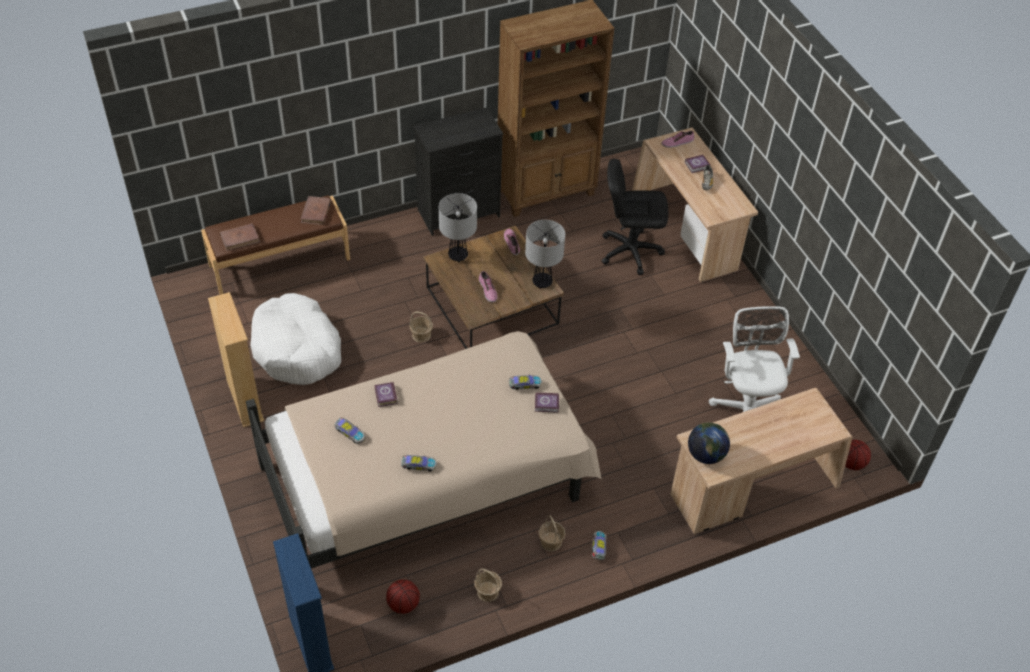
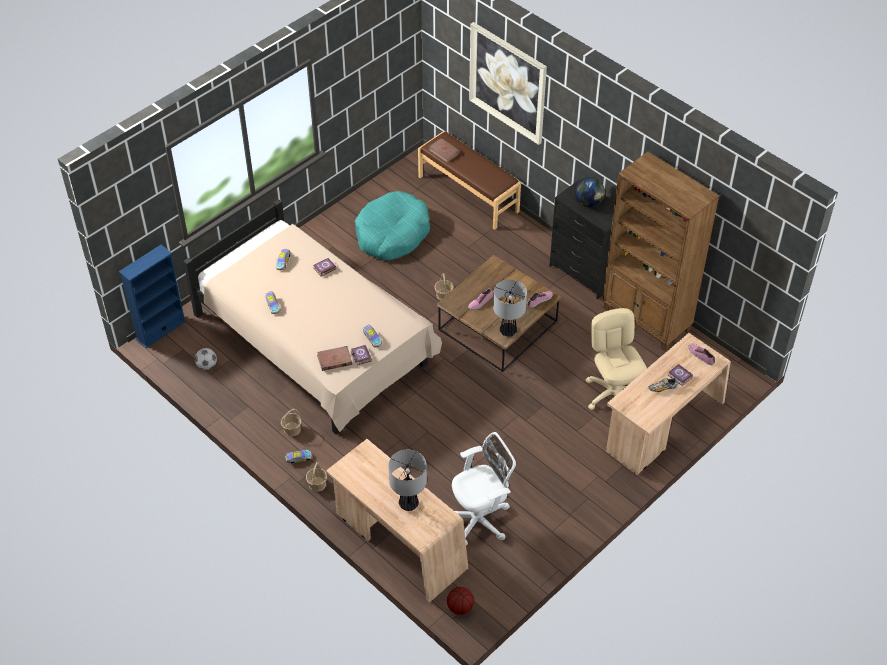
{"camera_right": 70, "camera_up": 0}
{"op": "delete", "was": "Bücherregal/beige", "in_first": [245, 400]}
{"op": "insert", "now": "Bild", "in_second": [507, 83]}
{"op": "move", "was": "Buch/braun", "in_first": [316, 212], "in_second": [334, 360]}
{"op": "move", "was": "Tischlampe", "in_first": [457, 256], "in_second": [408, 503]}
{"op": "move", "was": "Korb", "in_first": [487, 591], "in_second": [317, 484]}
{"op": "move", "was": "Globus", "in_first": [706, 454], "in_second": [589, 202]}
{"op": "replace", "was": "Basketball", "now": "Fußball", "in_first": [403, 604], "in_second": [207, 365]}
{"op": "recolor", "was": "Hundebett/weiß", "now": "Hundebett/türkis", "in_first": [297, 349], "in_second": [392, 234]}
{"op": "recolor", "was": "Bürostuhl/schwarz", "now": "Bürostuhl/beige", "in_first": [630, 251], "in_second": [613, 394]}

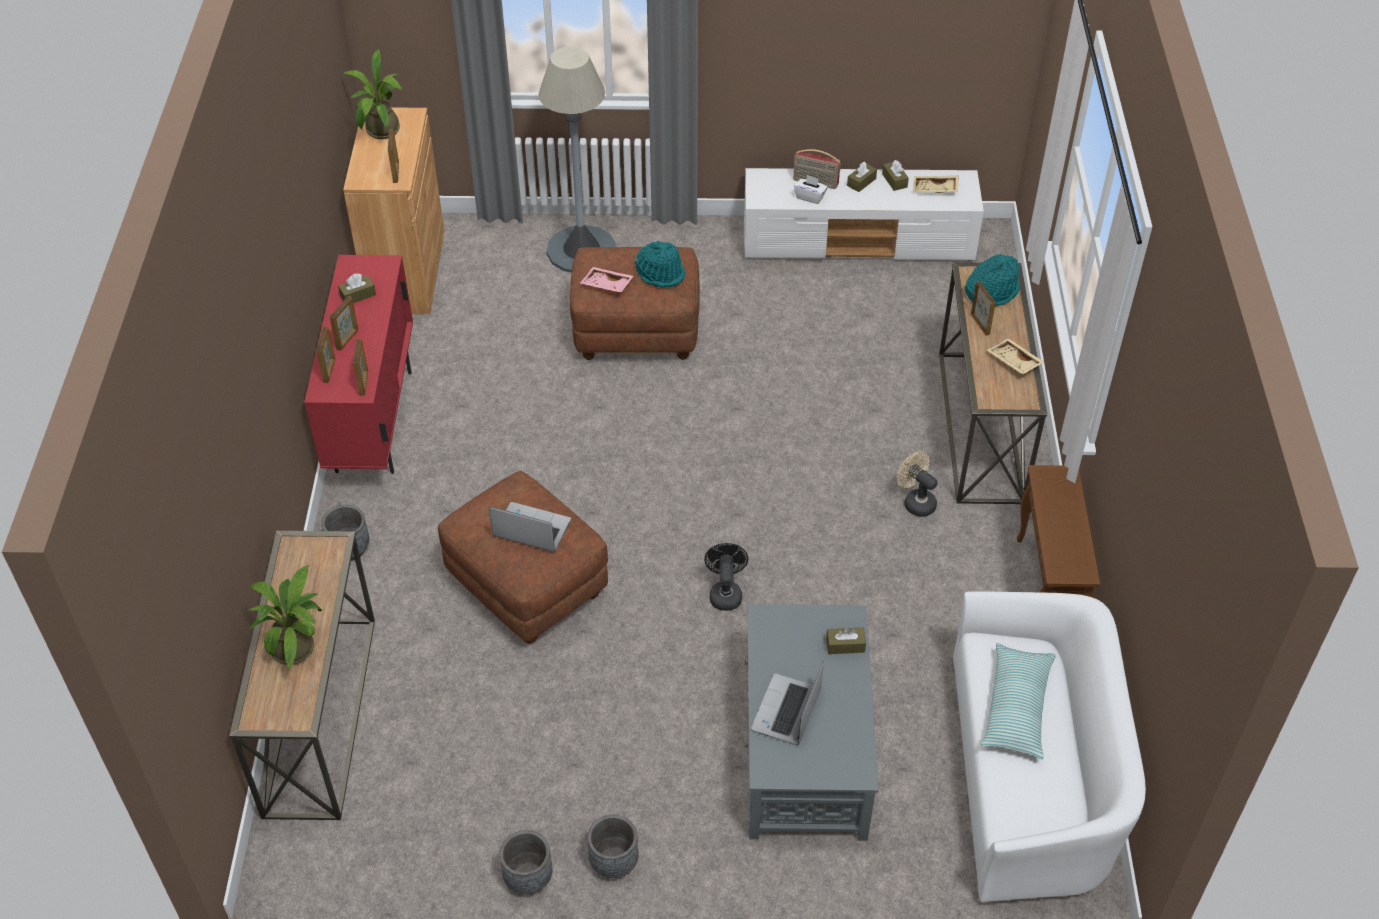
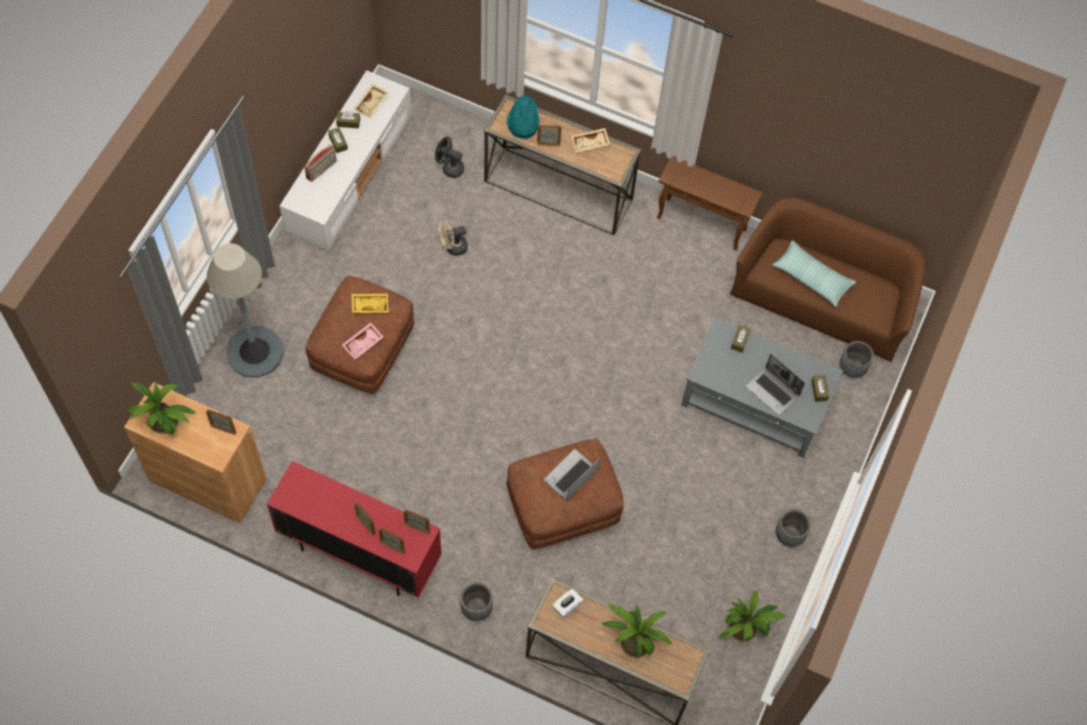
{"camera_right": -70, "camera_up": 15}
{"op": "insert", "now": "Topfpflanze", "in_second": [746, 630]}
{"op": "move", "was": "Taschentuchbox/braun", "in_first": [358, 295], "in_second": [819, 390]}
{"op": "move", "was": "Pflanzkübel/grau", "in_first": [528, 878], "in_second": [852, 368]}
{"op": "move", "was": "Ventilator/schwarz", "in_first": [725, 593], "in_second": [449, 168]}
{"op": "move", "was": "Taschentuchbox/weiß", "in_first": [810, 197], "in_second": [567, 606]}
{"op": "move", "was": "Ventilator/beige", "in_first": [915, 502], "in_second": [453, 247]}
{"op": "replace", "was": "Hut/türkis", "now": "Tablett/gelb", "in_first": [661, 273], "in_second": [370, 305]}
{"op": "recolor", "was": "Sofa/weiß", "now": "Sofa/braun", "in_first": [1031, 777], "in_second": [823, 298]}

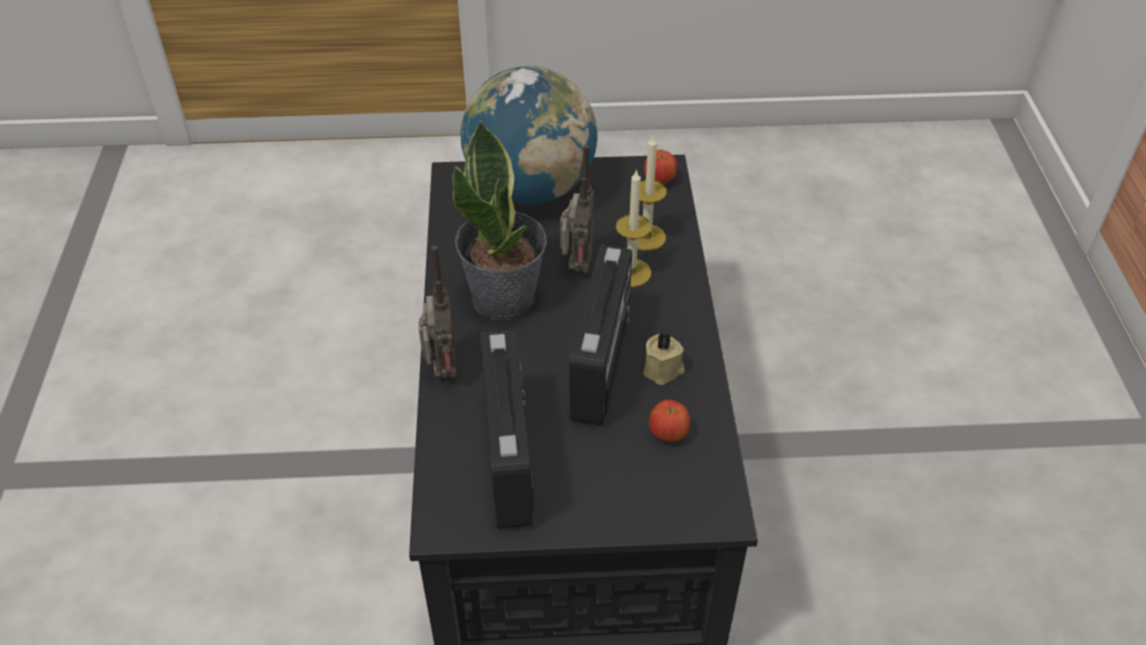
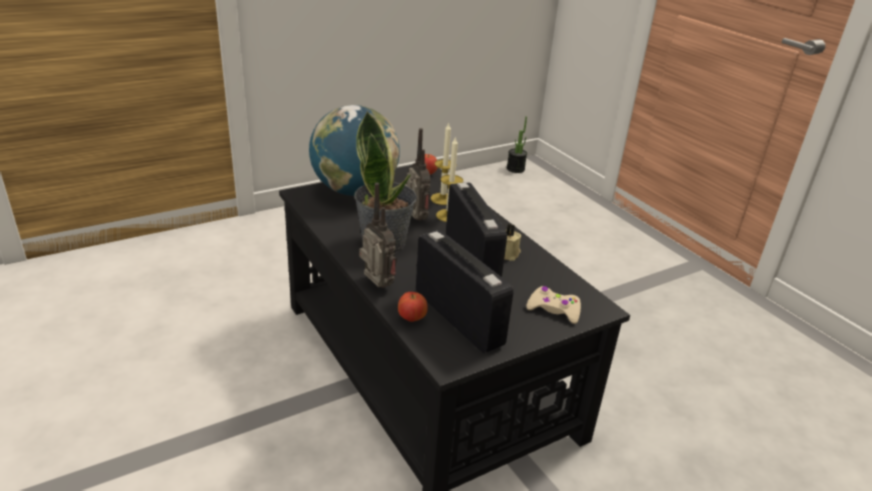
{"camera_right": -30, "camera_up": -15}
{"op": "insert", "now": "Topfpflanze", "in_second": [515, 169]}
{"op": "insert", "now": "Gamepad/beige", "in_second": [554, 310]}
{"op": "move", "was": "Apfel", "in_first": [668, 434], "in_second": [412, 318]}

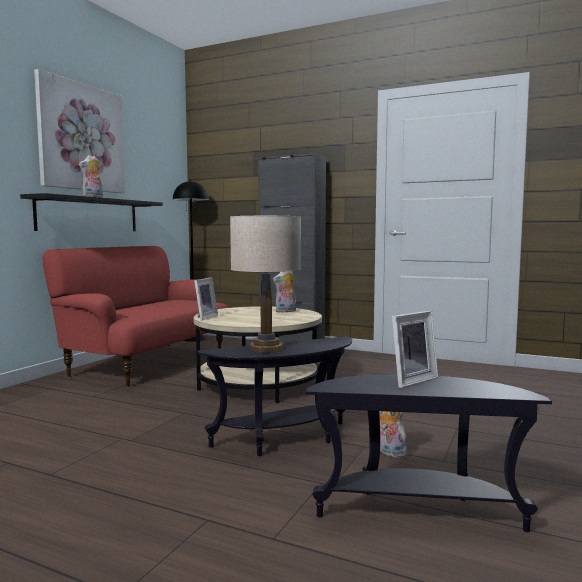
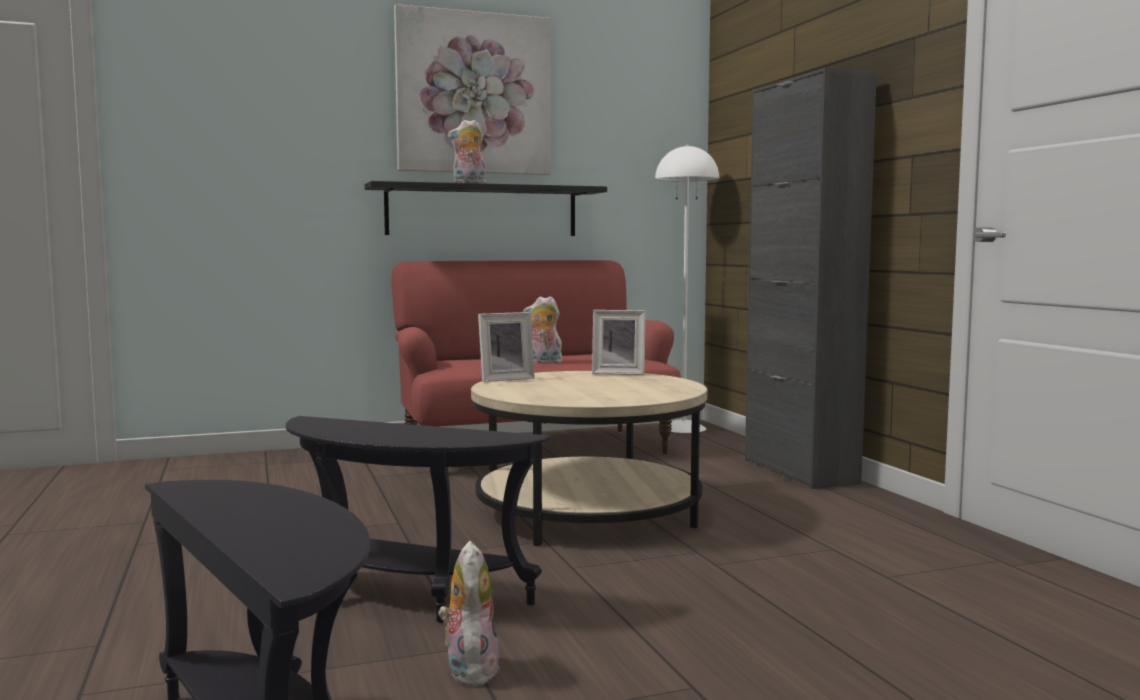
{"camera_right": 45, "camera_up": 0}
{"op": "delete", "was": "Tischlampe/beige", "in_first": [266, 348]}
{"op": "move", "was": "Plüschtier", "in_first": [285, 311], "in_second": [543, 362]}
{"op": "move", "was": "Bilderrahmen", "in_first": [410, 380], "in_second": [618, 373]}
{"op": "recolor", "was": "Stehlampe/schwarz", "now": "Stehlampe/weiß", "in_first": [193, 338], "in_second": [683, 428]}

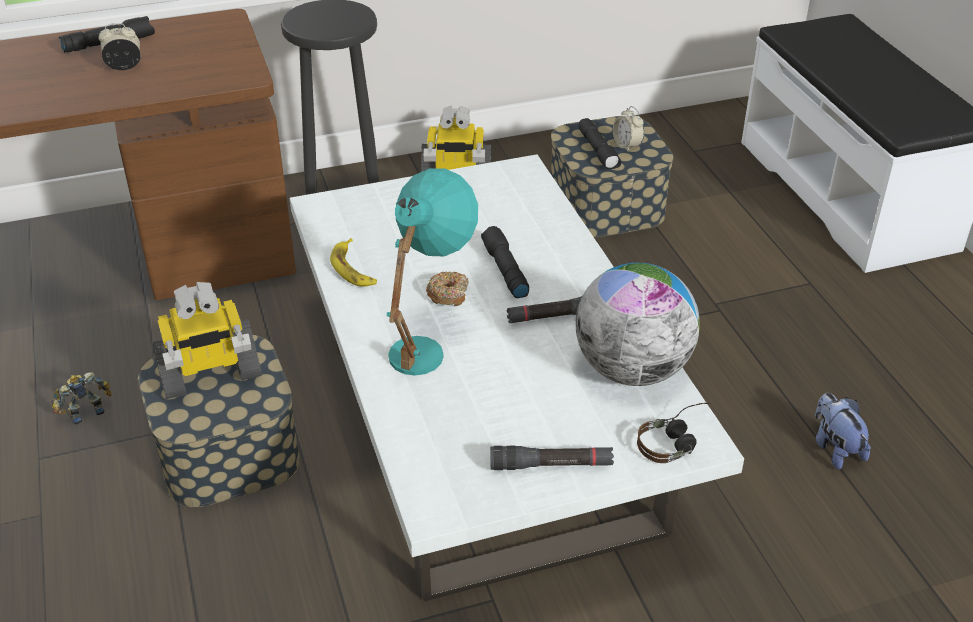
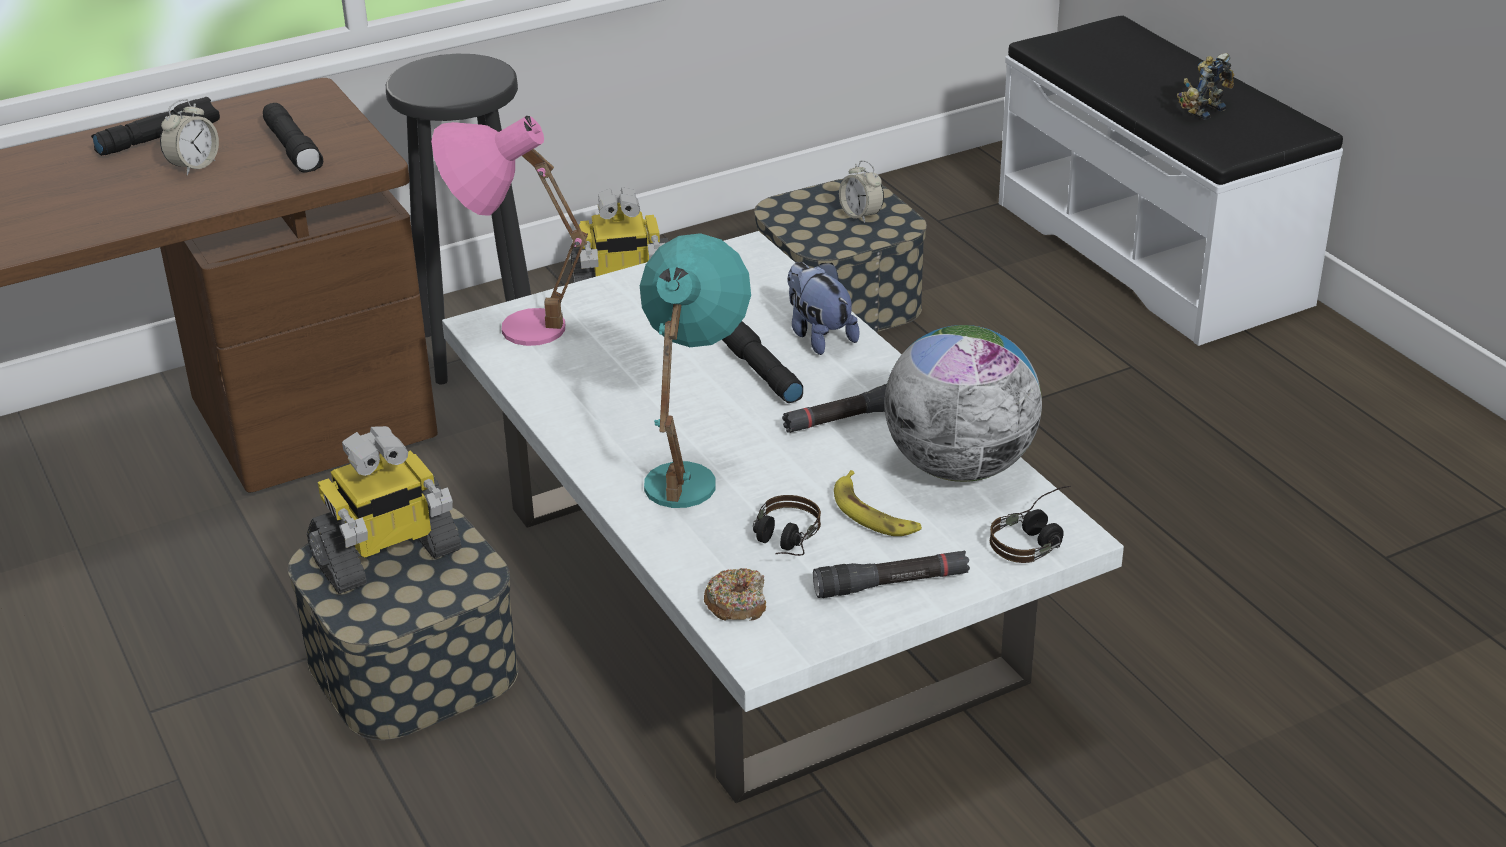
{"camera_right": -10, "camera_up": -5}
{"op": "insert", "now": "Tischlampe/rosa", "in_second": [511, 325]}
{"op": "insert", "now": "Kopfhörer", "in_second": [782, 544]}
{"op": "move", "was": "Spielzeugroboter", "in_first": [85, 411], "in_second": [1203, 110]}
{"op": "move", "was": "Banane", "in_first": [353, 269], "in_second": [873, 513]}
{"op": "move", "was": "Donut", "in_first": [448, 294], "in_second": [737, 604]}
{"op": "move", "was": "Taschenlampe/schwarz", "in_first": [598, 151], "in_second": [294, 149]}
{"op": "move", "was": "Plüschtier", "in_first": [835, 448], "in_second": [818, 336]}
{"op": "rotate", "was": "Wecker", "in_first": [124, 67], "in_second": [194, 166], "clockwise": 150}

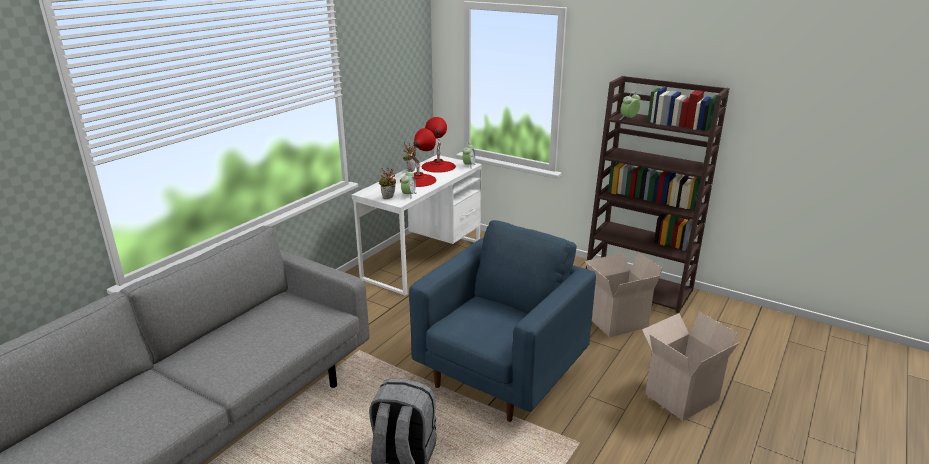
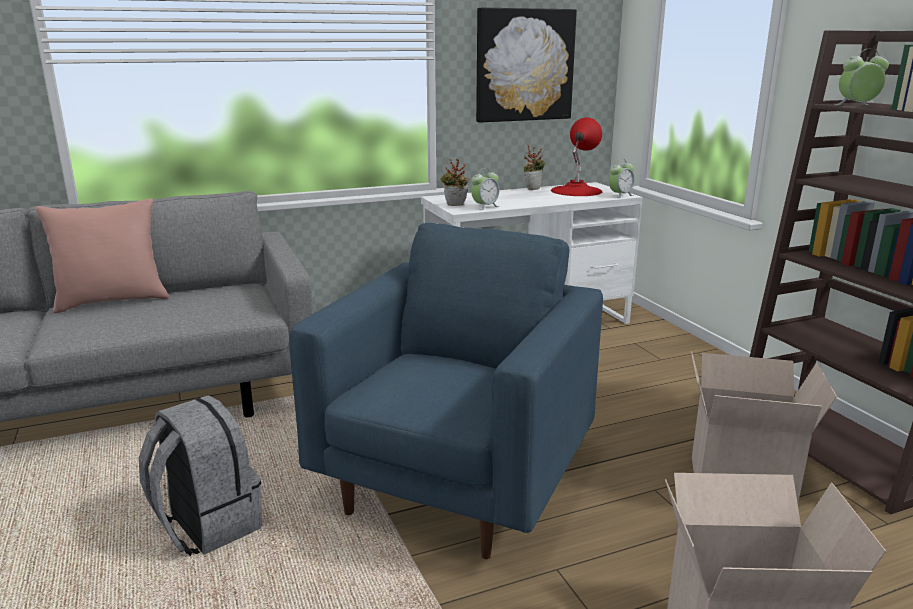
{"camera_right": 35, "camera_up": -5}
{"op": "delete", "was": "Tischlampe/rot", "in_first": [418, 180]}
{"op": "insert", "now": "Kissen/rosa", "in_second": [112, 301]}
{"op": "insert", "now": "Bild", "in_second": [524, 65]}
{"op": "rotate", "was": "Sessel/blau", "in_first": [500, 375], "in_second": [455, 484], "clockwise": -45}

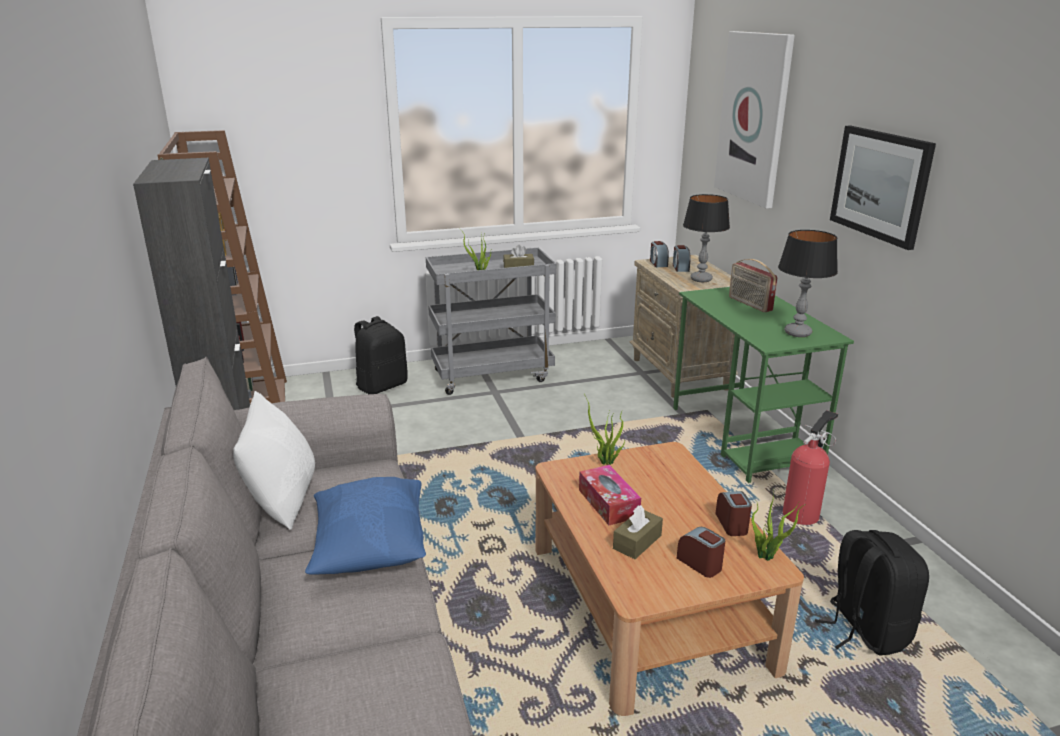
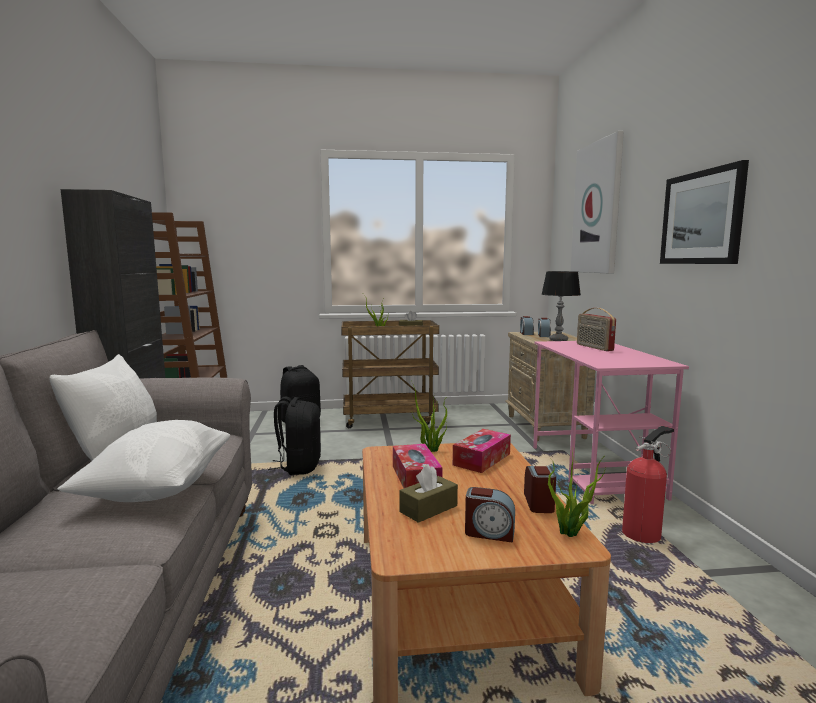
{"camera_right": 10, "camera_up": -15}
{"op": "delete", "was": "Tischlampe", "in_first": [797, 333]}
{"op": "insert", "now": "Taschentuchbox", "in_second": [482, 459]}
{"op": "move", "was": "Rucksack/schwarz", "in_first": [865, 629], "in_second": [299, 466]}
{"op": "recolor", "was": "Kissen/blau", "now": "Kissen/weiß", "in_first": [370, 549], "in_second": [157, 489]}
{"op": "recolor", "was": "Rollwagen/grau", "now": "Rollwagen/braun", "in_first": [493, 375], "in_second": [390, 419]}
{"op": "recolor", "was": "Schreibtisch/grün", "now": "Schreibtisch/rosa", "in_first": [744, 437], "in_second": [594, 471]}
{"op": "rotate", "was": "Wecker", "in_first": [700, 563], "in_second": [489, 532], "clockwise": 135}

